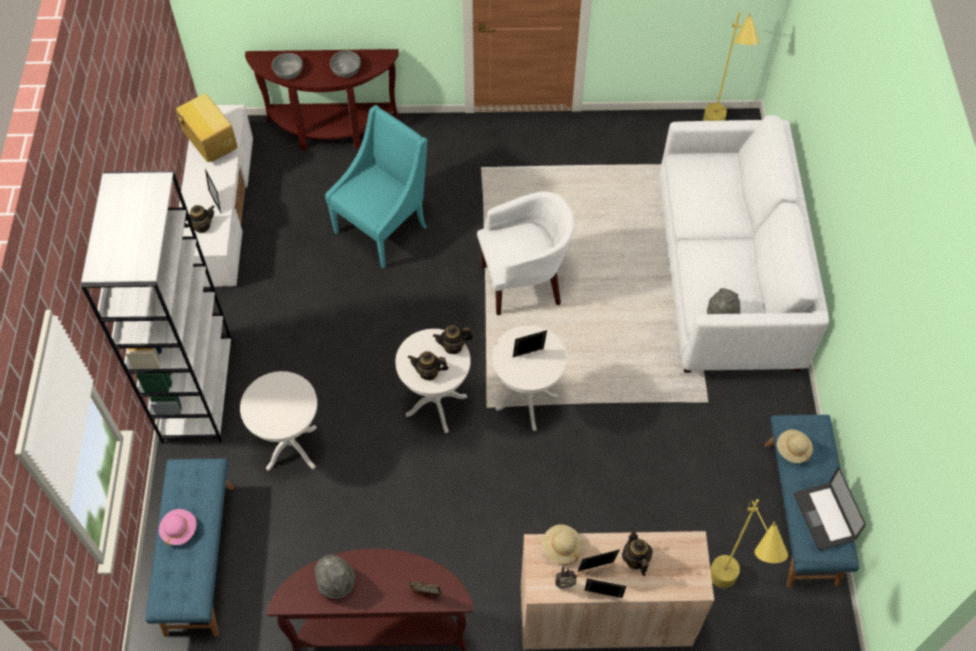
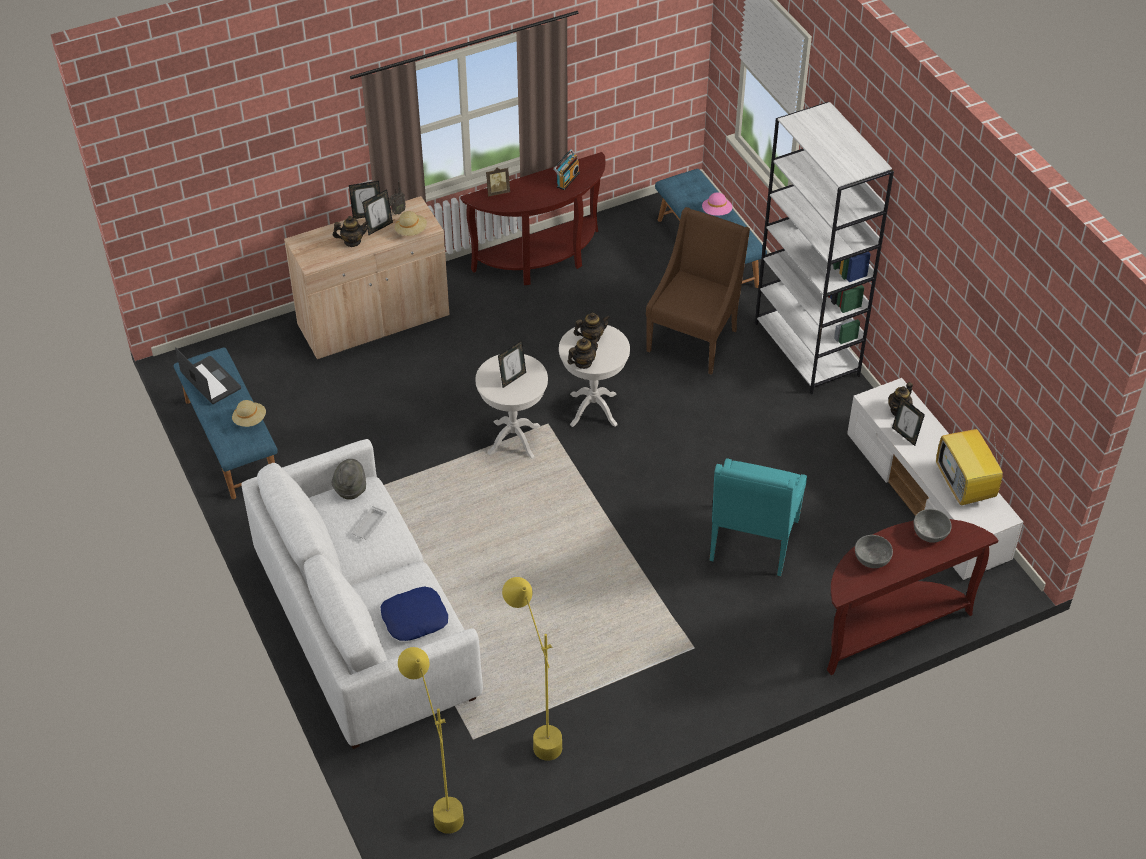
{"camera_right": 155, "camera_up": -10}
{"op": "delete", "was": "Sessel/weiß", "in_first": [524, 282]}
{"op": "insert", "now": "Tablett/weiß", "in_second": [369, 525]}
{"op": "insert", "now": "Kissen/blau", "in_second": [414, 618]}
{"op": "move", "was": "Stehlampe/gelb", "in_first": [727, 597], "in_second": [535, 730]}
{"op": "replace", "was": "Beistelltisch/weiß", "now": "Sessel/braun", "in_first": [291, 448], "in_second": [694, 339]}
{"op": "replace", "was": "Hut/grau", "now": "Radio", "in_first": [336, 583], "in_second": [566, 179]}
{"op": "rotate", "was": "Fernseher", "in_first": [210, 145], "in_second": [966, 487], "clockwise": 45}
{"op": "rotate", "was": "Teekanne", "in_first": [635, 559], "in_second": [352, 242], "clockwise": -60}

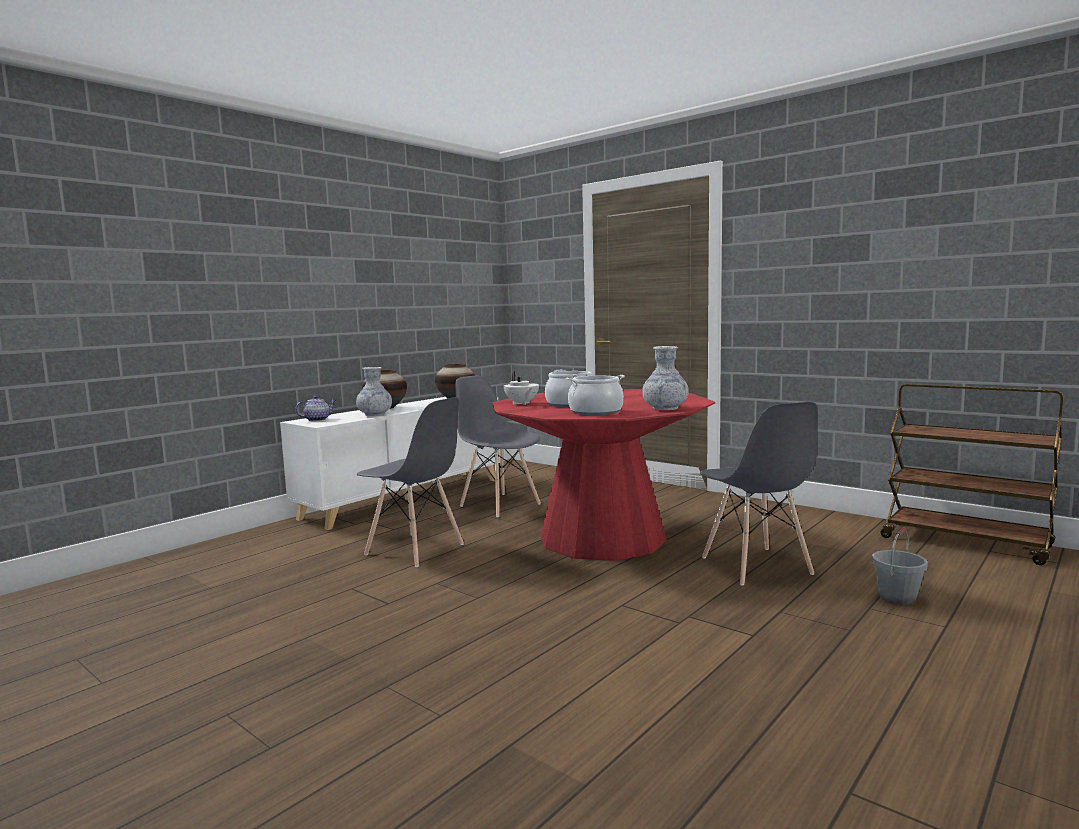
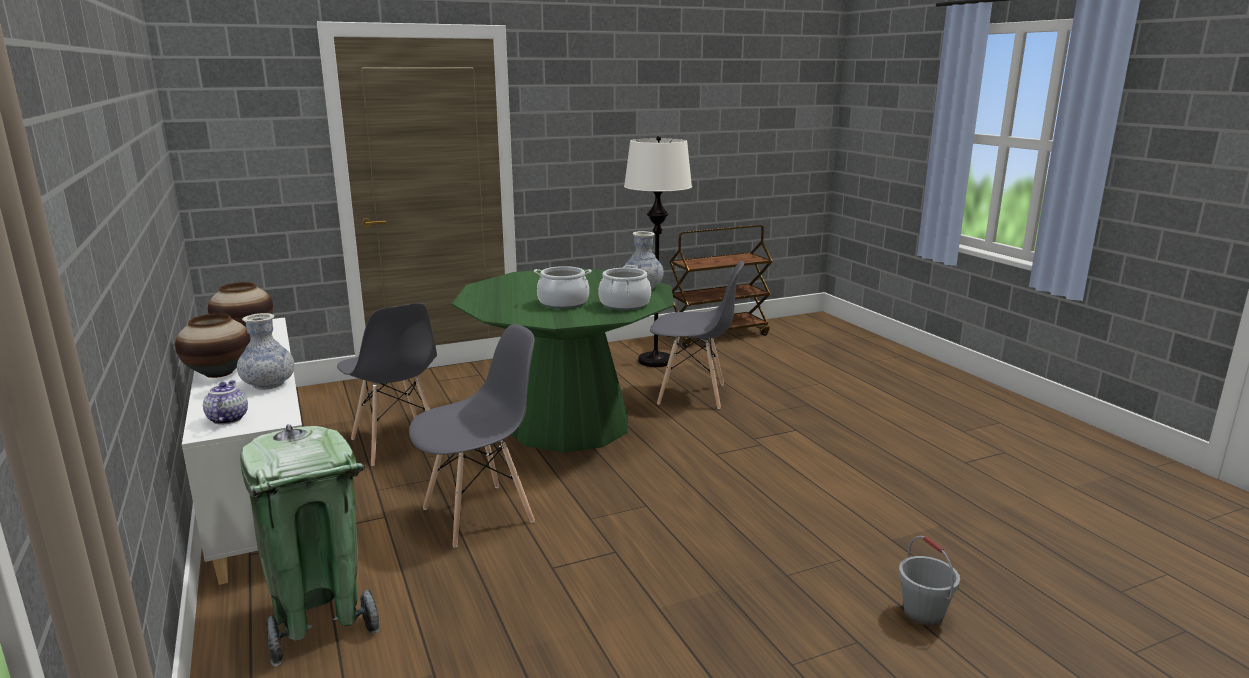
{"camera_right": -65, "camera_up": 10}
{"op": "delete", "was": "Teekanne/weiß", "in_first": [521, 403]}
{"op": "insert", "now": "Mülleimer/grün", "in_second": [319, 620]}
{"op": "insert", "now": "Stehlampe/weiß", "in_second": [656, 361]}
{"op": "move", "was": "Eimer/grau", "in_first": [897, 598], "in_second": [924, 613]}
{"op": "recolor", "was": "Esstisch/rot", "now": "Esstisch/grün", "in_first": [602, 538], "in_second": [568, 424]}
{"op": "rotate", "was": "Stuhl/grau", "in_first": [500, 505], "in_second": [396, 443], "clockwise": -105}

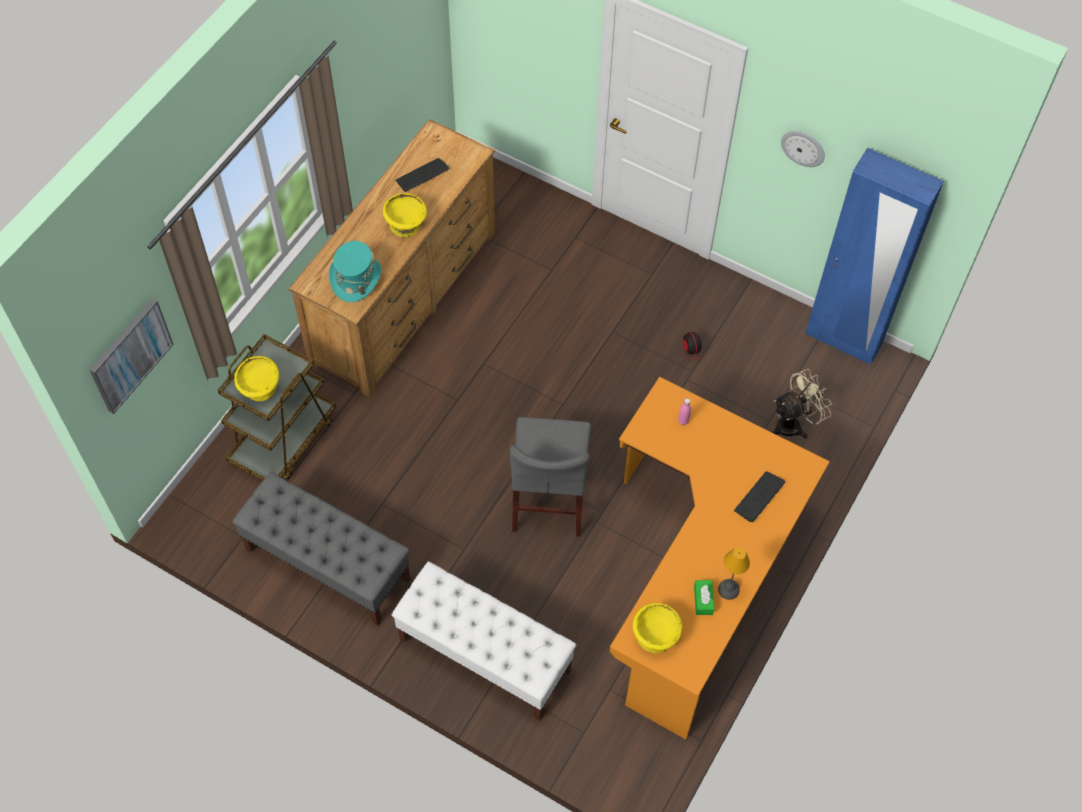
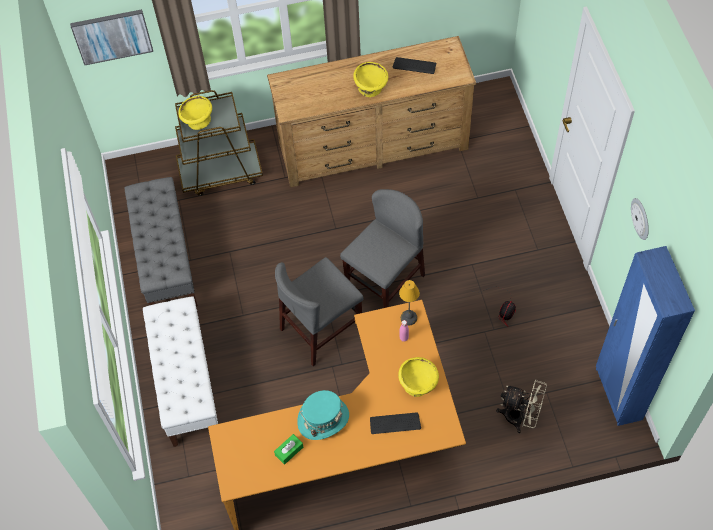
{"camera_right": 50, "camera_up": 0}
{"op": "insert", "now": "Stuhl/grau", "in_second": [385, 282]}
{"op": "move", "was": "Hut/türkis", "in_first": [355, 278], "in_second": [323, 419]}
{"op": "move", "was": "Schüssel/gelb", "in_first": [655, 636], "in_second": [418, 384]}
{"op": "move", "was": "Tischlampe", "in_first": [728, 590], "in_second": [408, 317]}

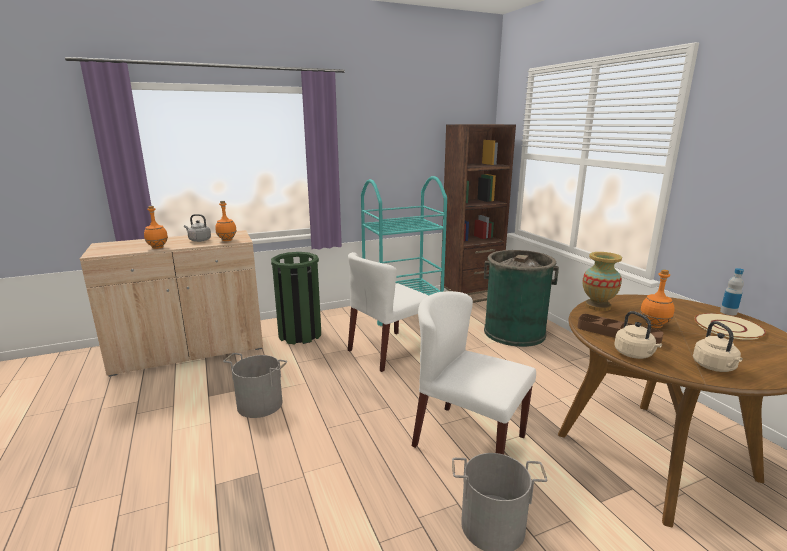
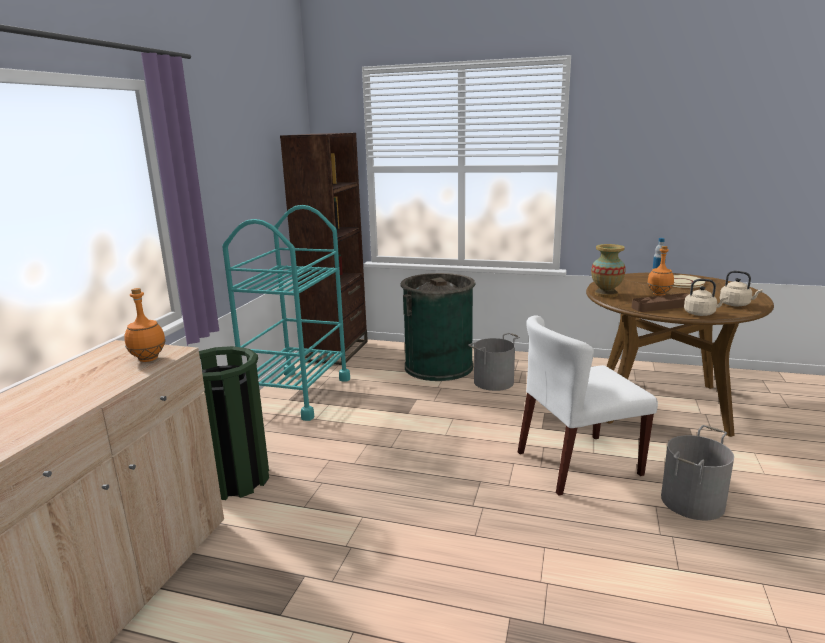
{"camera_right": -50, "camera_up": 0}
{"op": "delete", "was": "Flasche/orange", "in_first": [157, 247]}
{"op": "delete", "was": "Wasserkessel/grau", "in_first": [199, 240]}
{"op": "delete", "was": "Stuhl/weiß", "in_first": [389, 350]}
{"op": "move", "was": "Eimer/grau", "in_first": [260, 404], "in_second": [493, 382]}

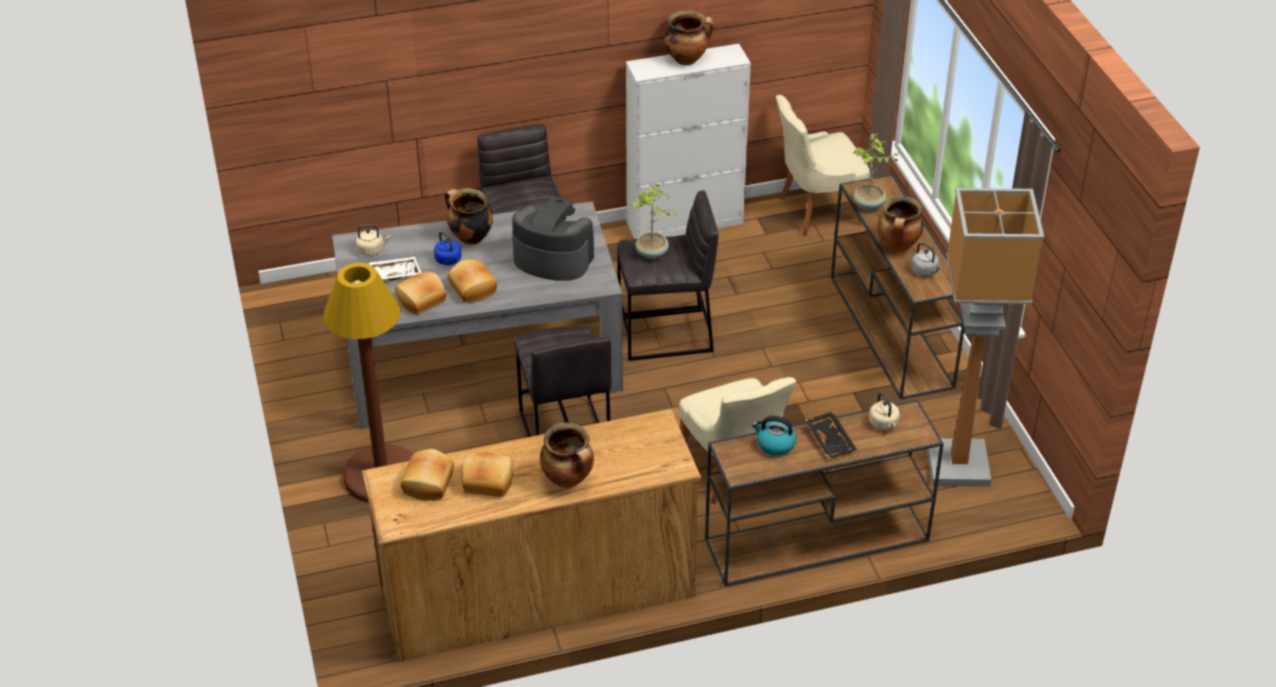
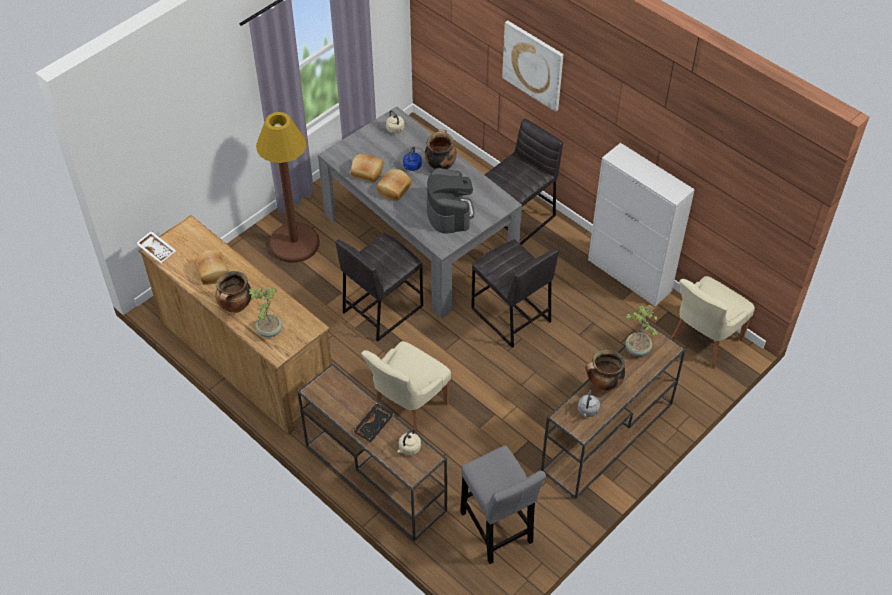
{"camera_right": 60, "camera_up": 10}
{"op": "delete", "was": "Brot", "in_first": [429, 483]}
{"op": "delete", "was": "Kochtopf", "in_first": [687, 59]}
{"op": "delete", "was": "Wasserkessel", "in_first": [774, 444]}
{"op": "insert", "now": "Bild", "in_second": [533, 65]}
{"op": "move", "was": "Tablett/weiß", "in_first": [395, 273], "in_second": [157, 250]}
{"op": "move", "was": "Topfpflanze", "in_first": [651, 254], "in_second": [268, 331]}
{"op": "replace", "was": "Stehlampe", "now": "Hocker/grau", "in_first": [959, 466], "in_second": [497, 531]}
{"op": "rotate", "was": "Stuhl/beige", "in_first": [816, 211], "in_second": [703, 341], "clockwise": -90}

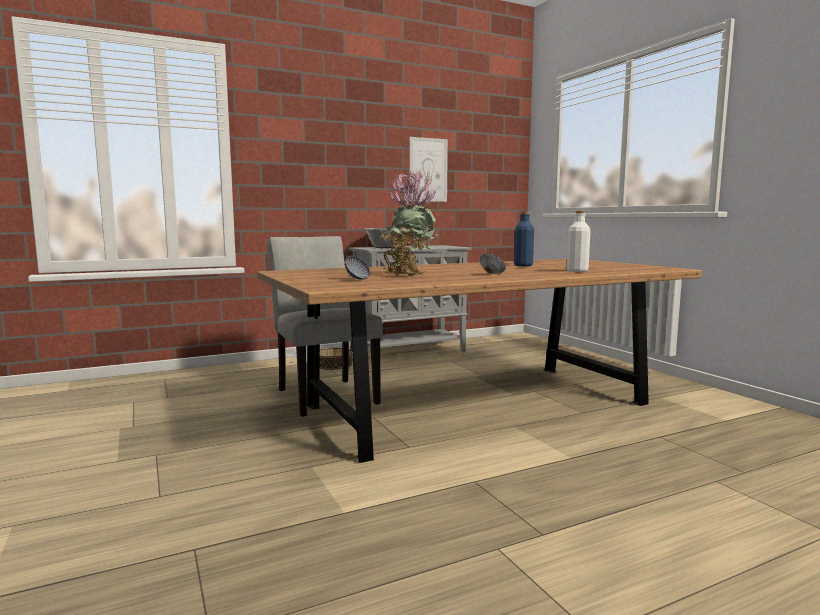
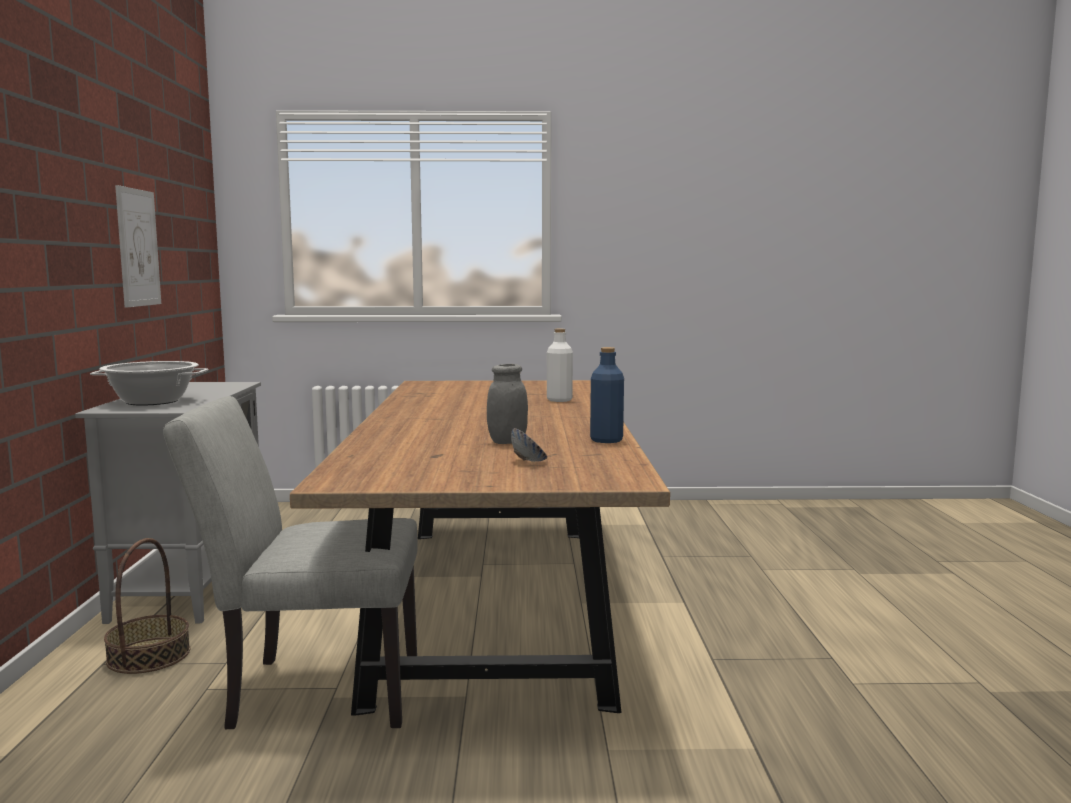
{"camera_right": -65, "camera_up": 0}
{"op": "delete", "was": "Schüssel", "in_first": [492, 274]}
{"op": "move", "was": "Flasche/blau", "in_first": [523, 265], "in_second": [606, 440]}
{"op": "replace", "was": "Topfpflanze", "now": "Vorratsglas/grau", "in_first": [407, 275], "in_second": [507, 442]}

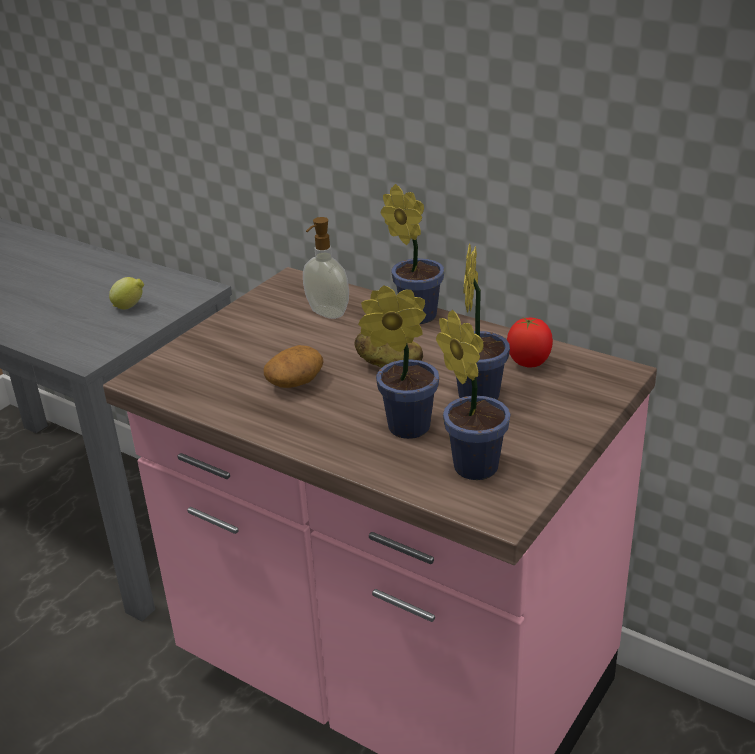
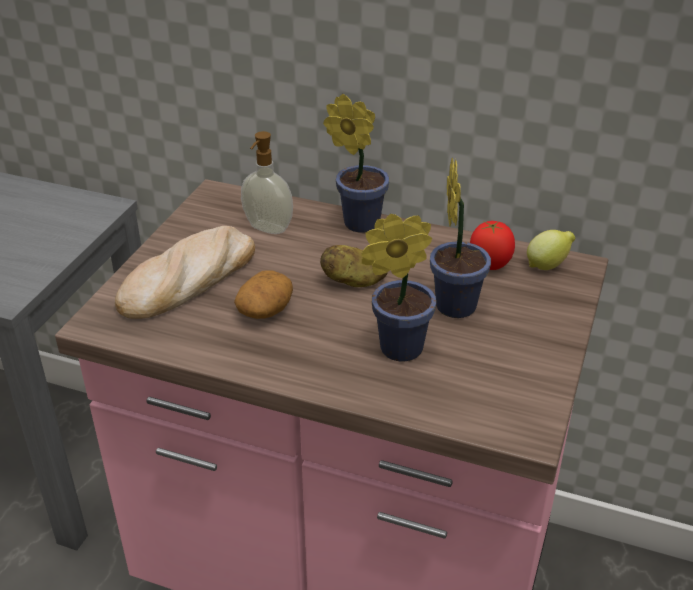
{"camera_right": -15, "camera_up": 5}
{"op": "delete", "was": "Topfpflanze", "in_first": [472, 464]}
{"op": "insert", "now": "Brot", "in_second": [188, 279]}
{"op": "move", "was": "Zitrone", "in_first": [130, 307], "in_second": [547, 266]}

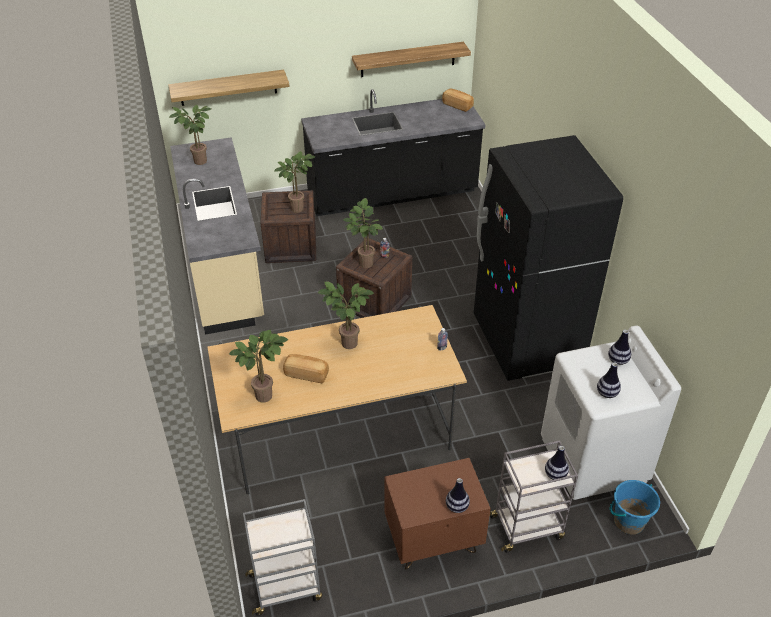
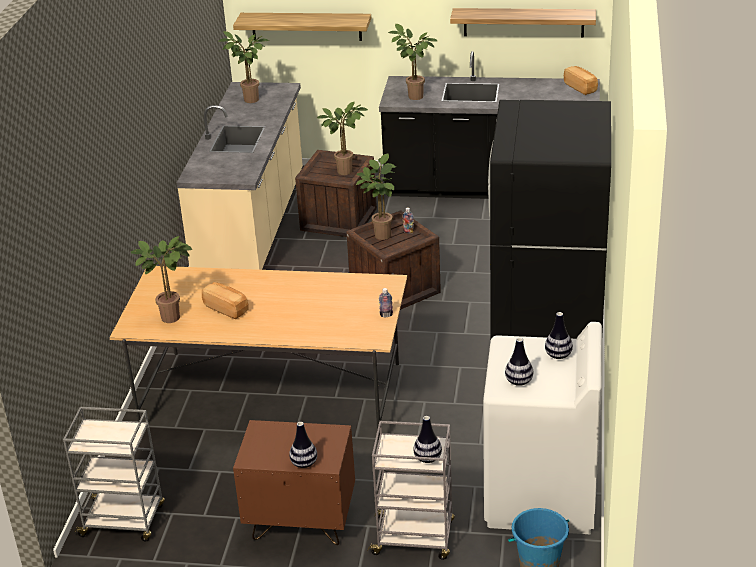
{"camera_right": 25, "camera_up": -10}
{"op": "move", "was": "Topfpflanze", "in_first": [347, 345], "in_second": [413, 97]}

